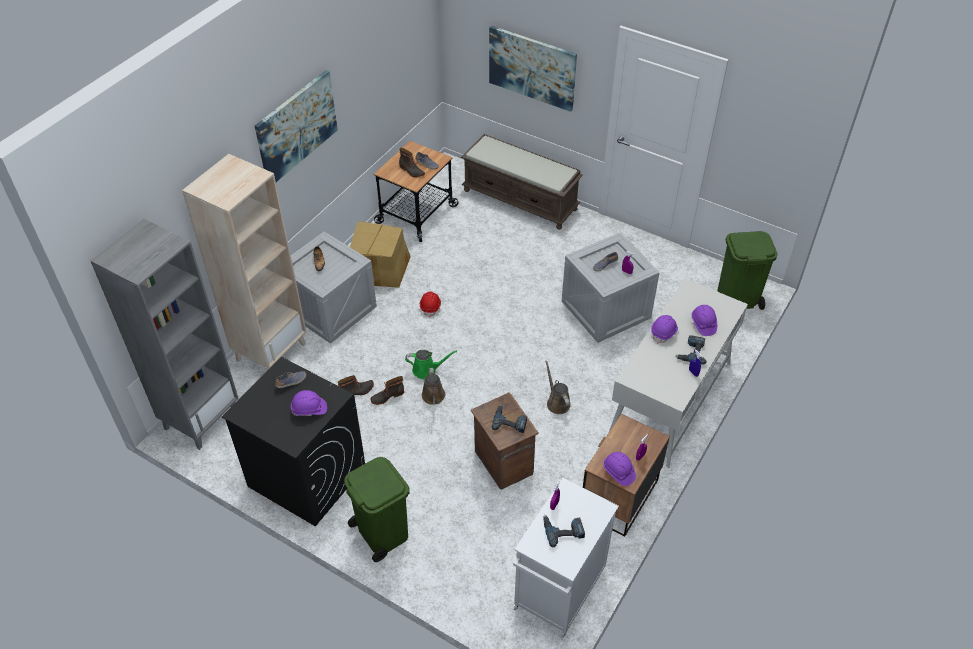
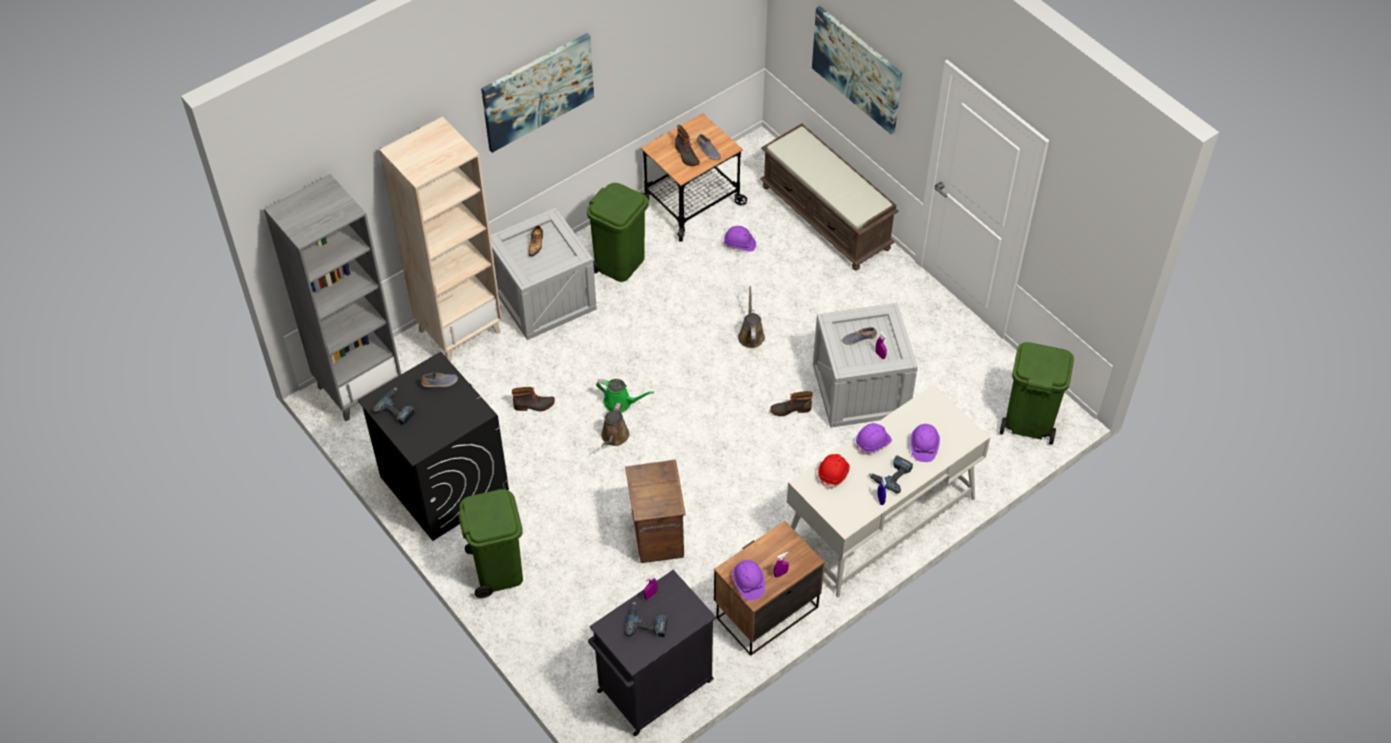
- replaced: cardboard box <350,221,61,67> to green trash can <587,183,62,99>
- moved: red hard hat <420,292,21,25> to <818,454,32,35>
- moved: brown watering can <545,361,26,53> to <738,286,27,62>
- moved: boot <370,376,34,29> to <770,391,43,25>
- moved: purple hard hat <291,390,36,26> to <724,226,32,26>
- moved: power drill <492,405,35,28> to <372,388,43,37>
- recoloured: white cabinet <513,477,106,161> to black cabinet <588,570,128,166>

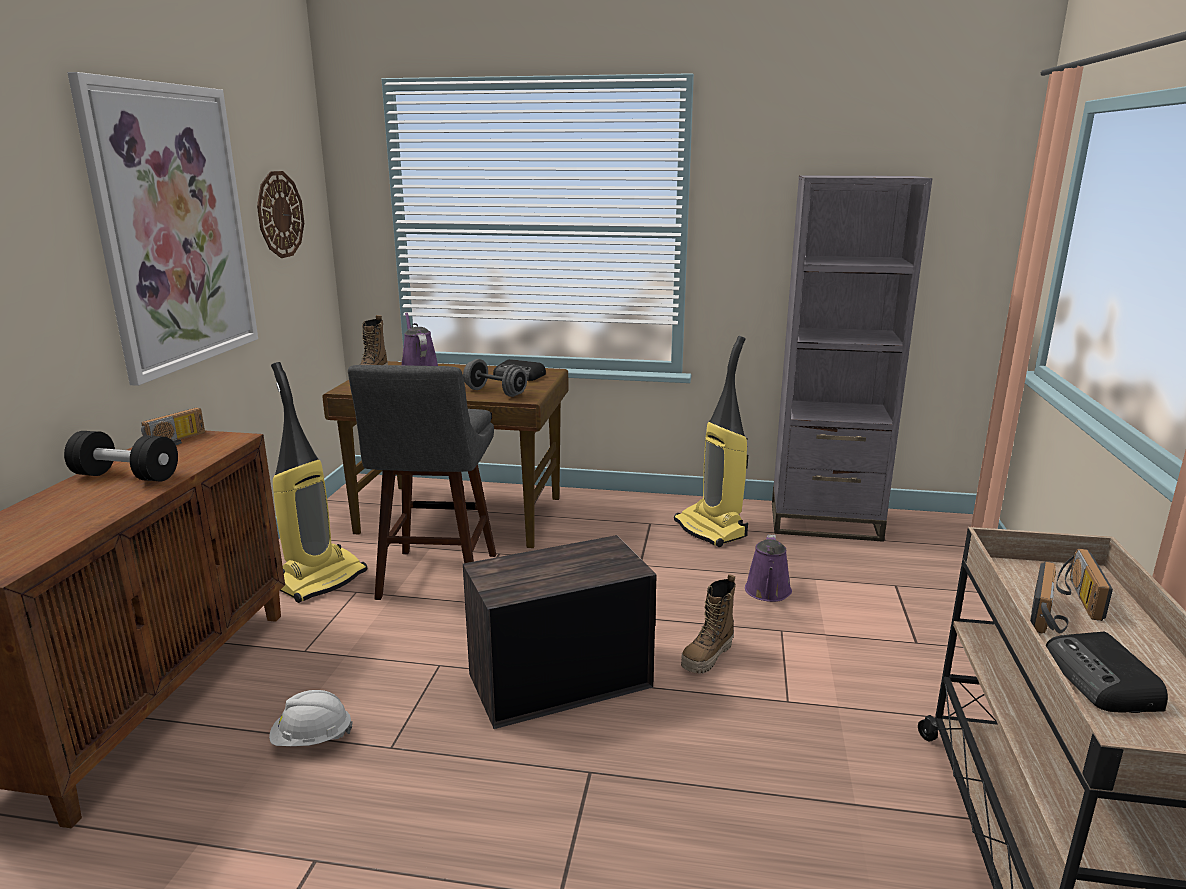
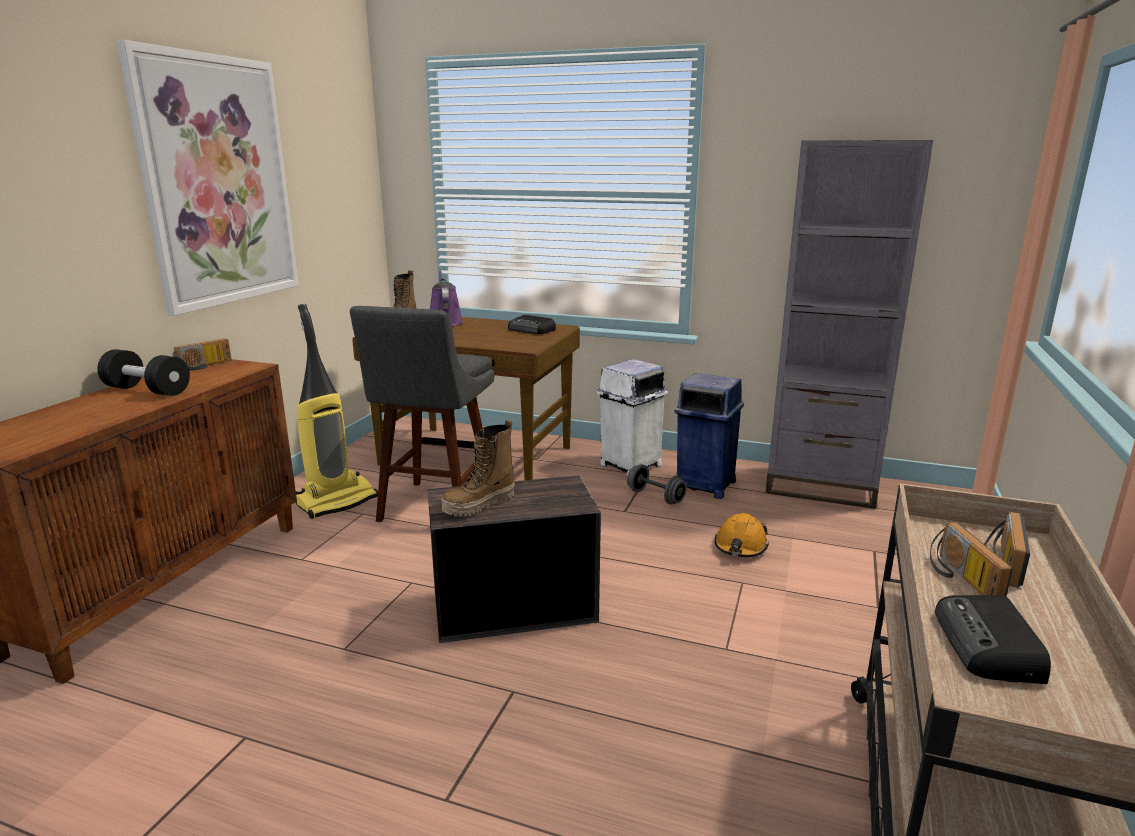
- removed: wall clock <257,171,47,87>
- replaced: vacuum cleaner <674,336,74,211> to blue trash can <674,373,70,126>
- moved: grey dumbbell <463,359,64,38> to <627,464,60,40>
- replaced: purple watering can <745,535,47,67> to orange hard hat <714,513,55,44>
- turned: radio <1030,561,38,73> = <930,522,83,75> 135 degrees clockwise
- moved: boot <681,574,55,100> to <441,420,74,97>
- removed: white hard hat <269,690,84,56>
- added: white trash can <597,359,71,117>

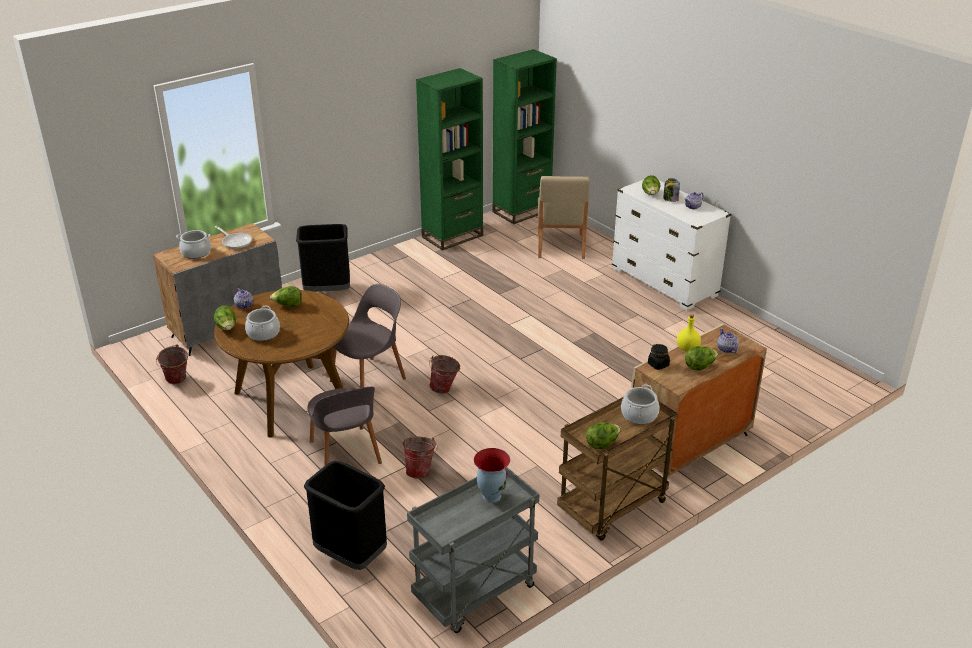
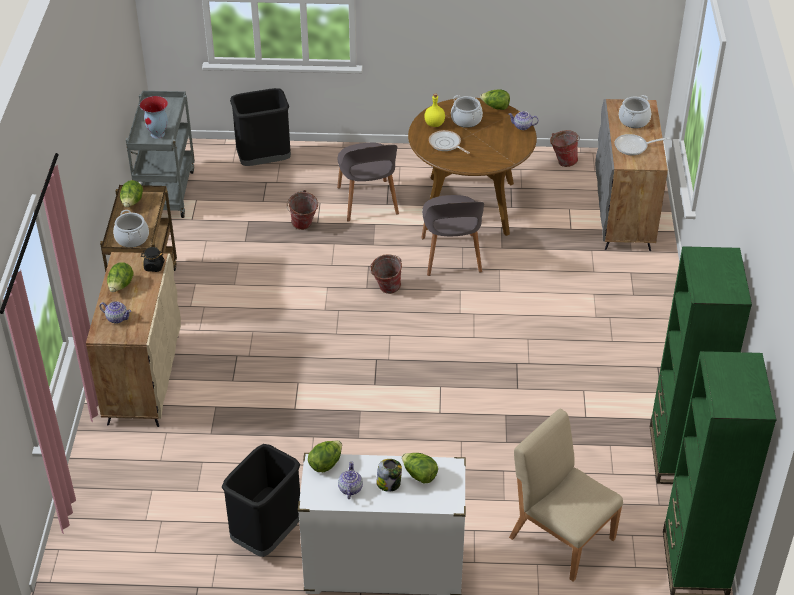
- moved: black trash can <296,224,54,68> to <222,444,78,113>
- moved: lettuce <270,286,32,21> to <308,440,34,32>
- moved: yellow bottle <677,314,24,38> to <424,93,21,34>
- turned: grey chair <308,387,74,79> = <337,143,62,79> 120 degrees counterclockwise
- added: frying pan <429,130,41,24>

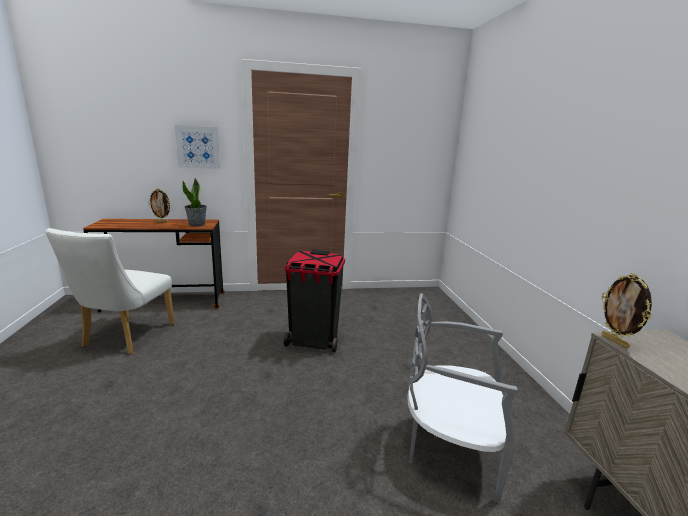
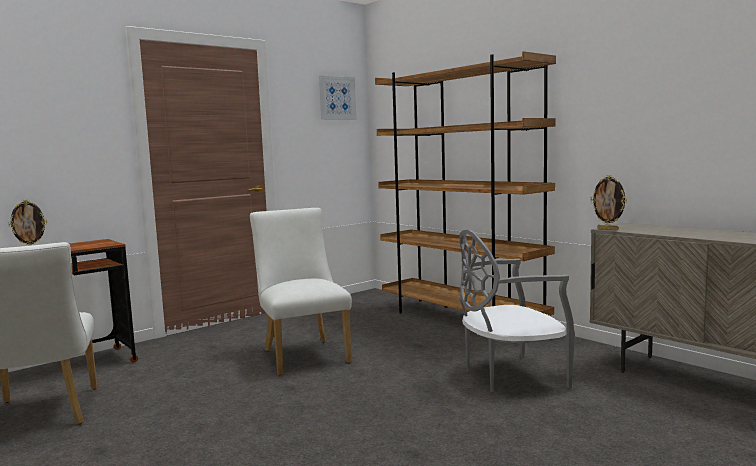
- moved: picture <175,125,45,44> to <319,76,37,44>
- removed: potted plant <182,178,25,49>
- replaced: black trash can <284,250,61,102> to white chair <250,208,102,167>
- added: brown bookcase <375,51,181,265>

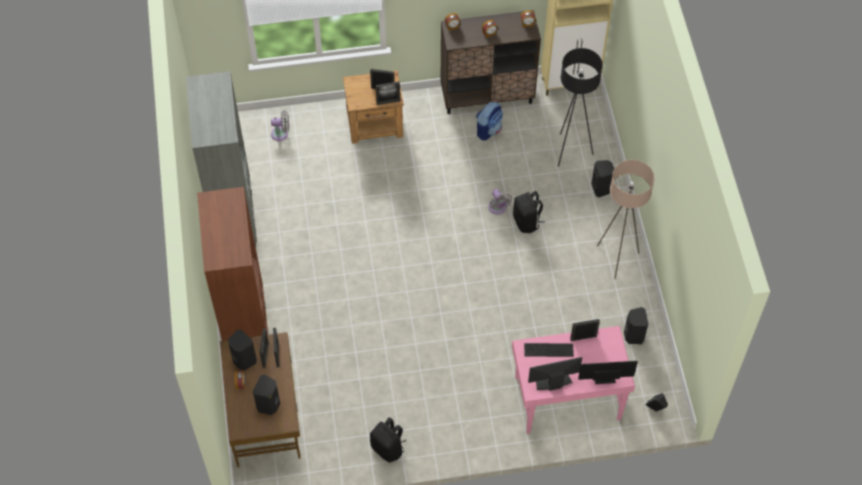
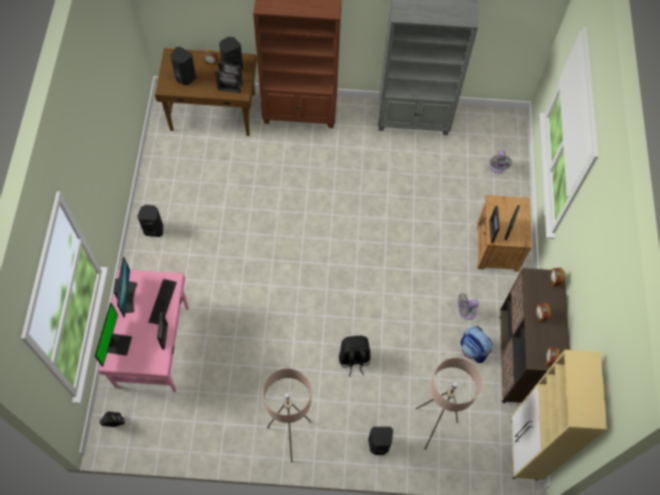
- recoloured: black floor lamp <558,48,45,119> to beige floor lamp <416,358,66,92>
- moved: grey fan <488,189,24,25> to <458,293,21,27>
- moved: black speaker <624,307,25,37> to <137,205,26,32>
- removed: black backpack <370,417,37,45>

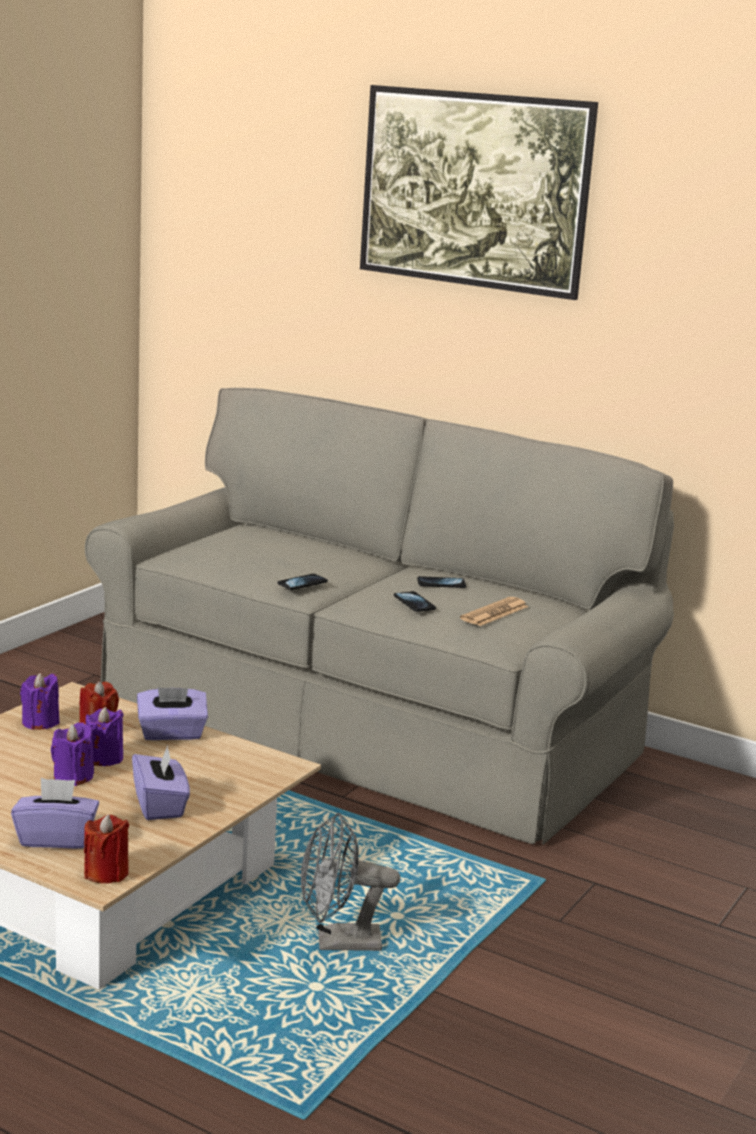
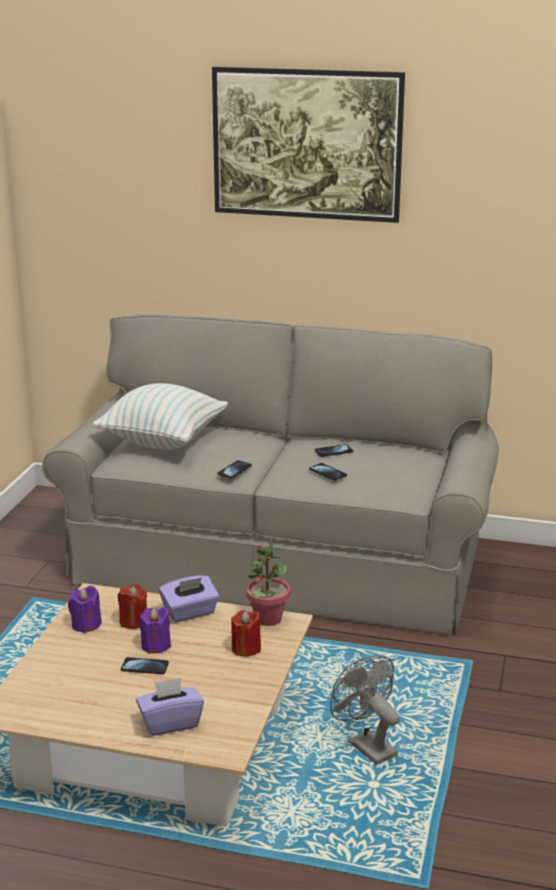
- removed: newspaper <460,597,68,29>
- replaced: purple candle <51,722,43,64> to phone <121,657,48,17>
- removed: purple tissue box <132,745,58,75>
- turned: grey fan <301,813,99,138> = <330,655,70,110> 75 degrees clockwise
- moved: red candle <84,814,45,70> to <231,610,30,46>
- added: pillow <92,383,136,67>
- added: potted plant <246,539,45,87>

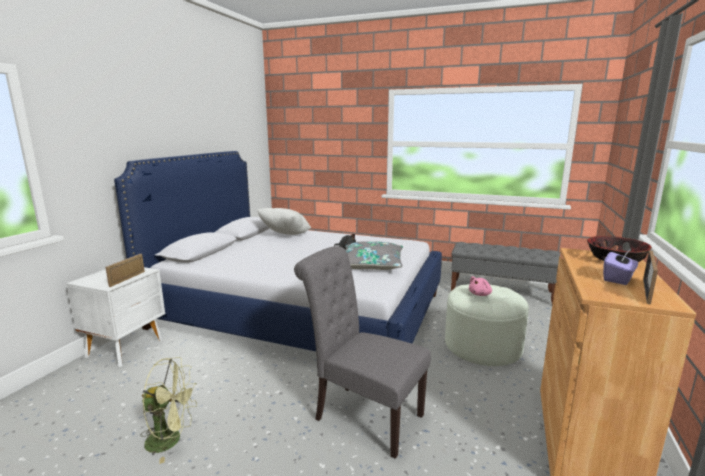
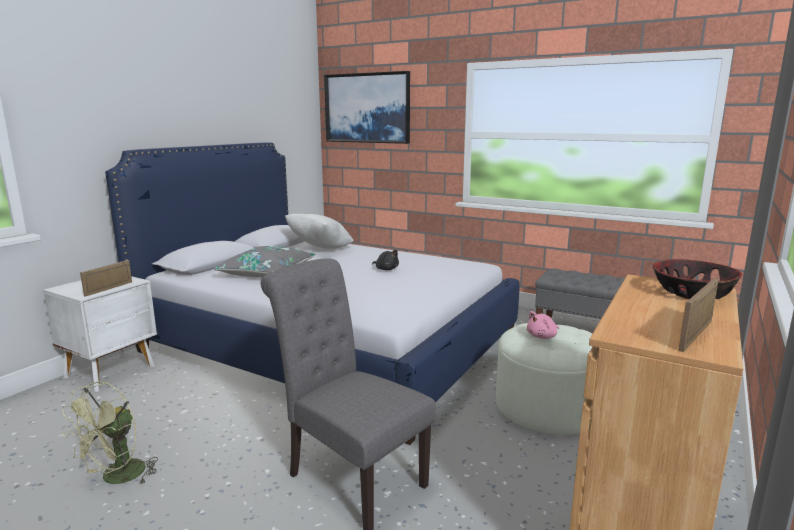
- moved: grey pillow <346,241,57,29> to <213,246,102,32>
- removed: purple tissue box <603,250,35,35>
- turned: green fan <141,357,56,107> = <62,381,96,103> 105 degrees clockwise
- added: picture <324,71,86,73>

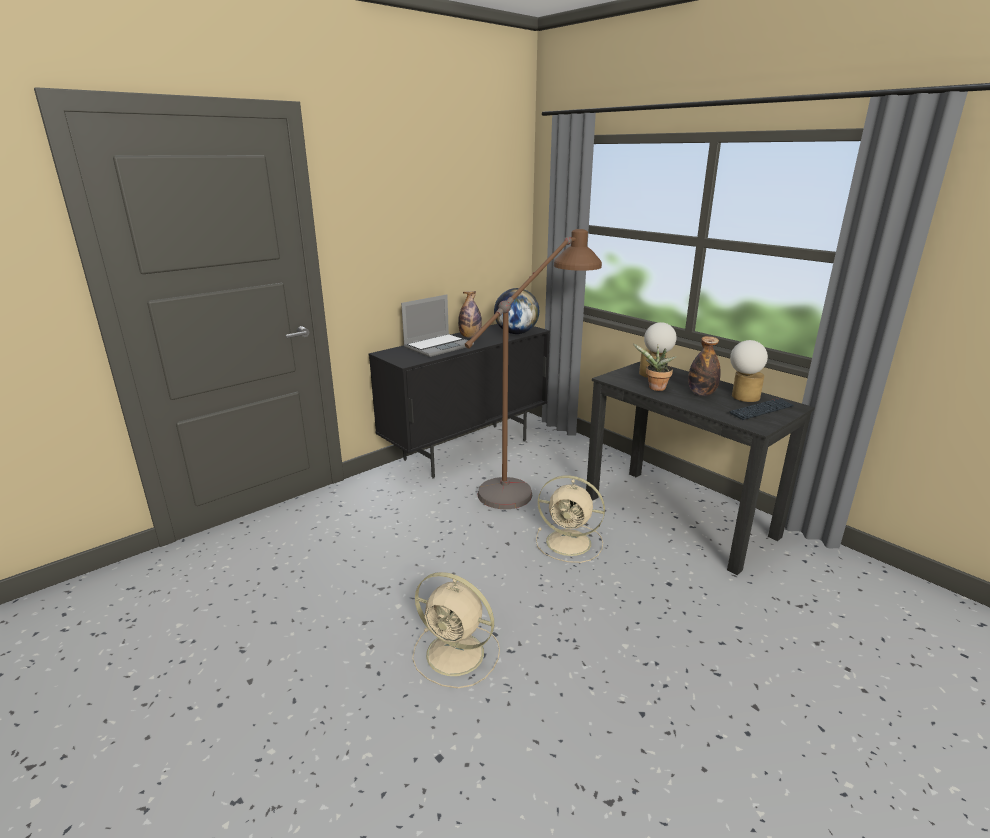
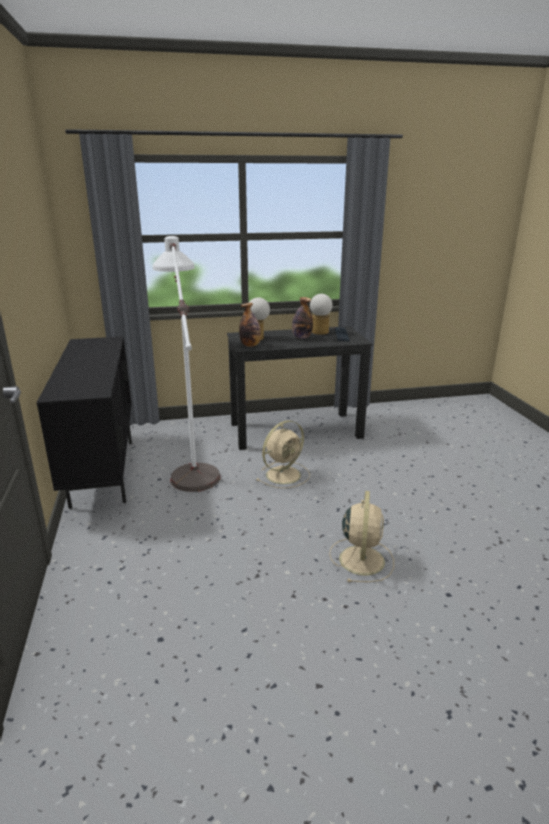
- recoloured: brown floor lamp <465,229,137,280> to white floor lamp <153,236,67,256>
- removed: globe <494,288,45,46>
- moved: bottle <458,291,24,47> to <239,303,22,44>
- removed: laptop <401,295,73,62>
- removed: potted plant <633,344,43,47>
- turned: beige fan <412,572,88,116> = <329,491,65,91> 45 degrees counterclockwise

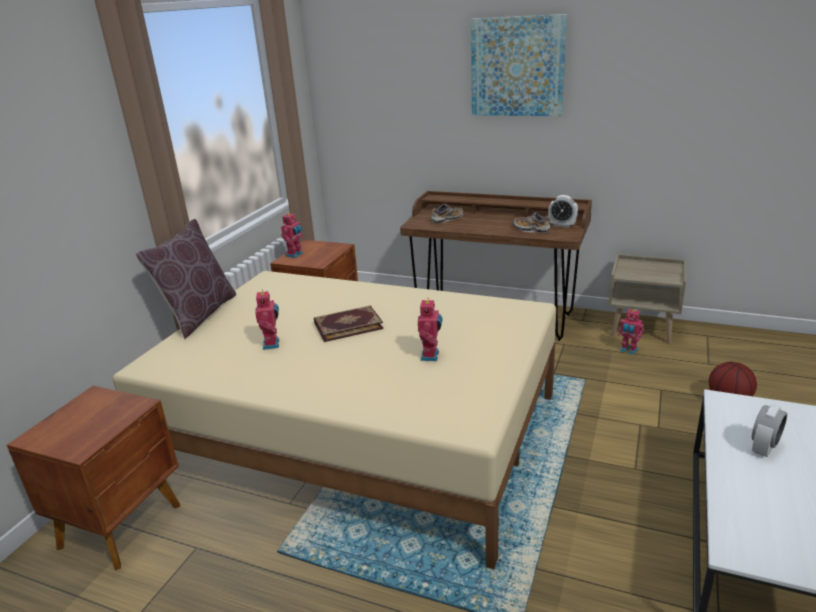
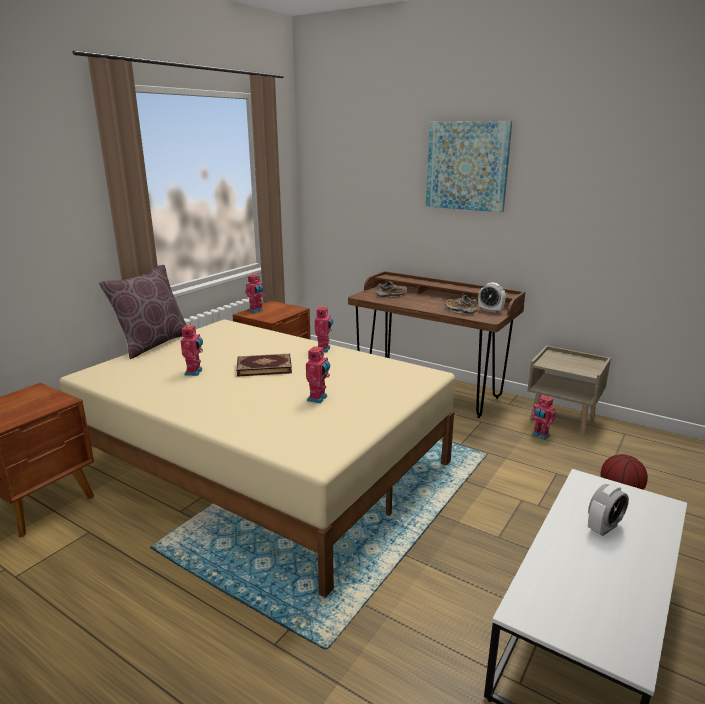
- added: toy robot <315,305,18,48>

